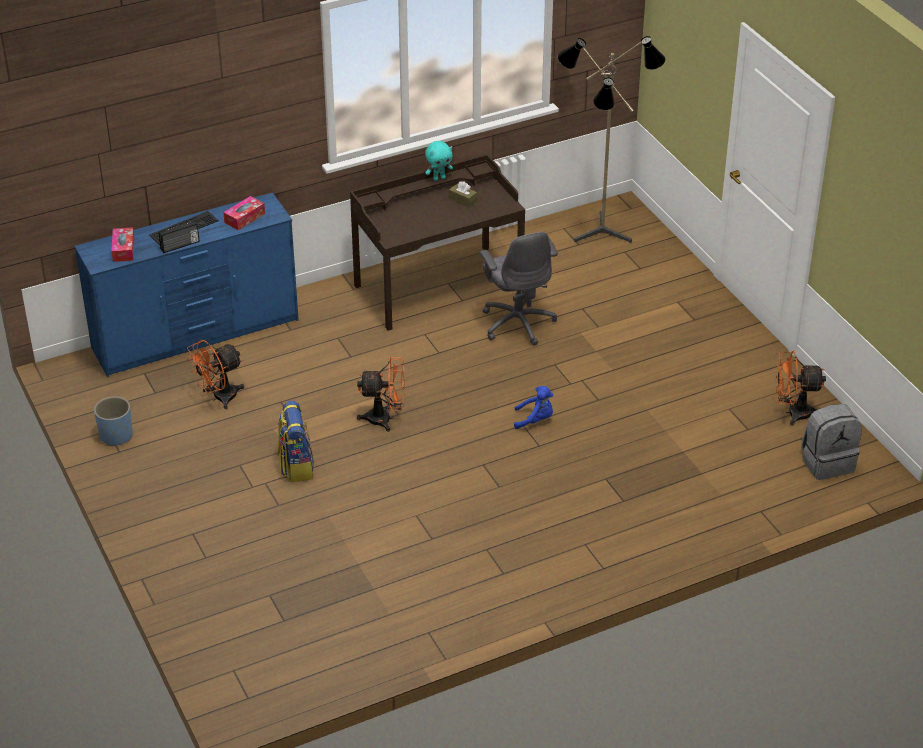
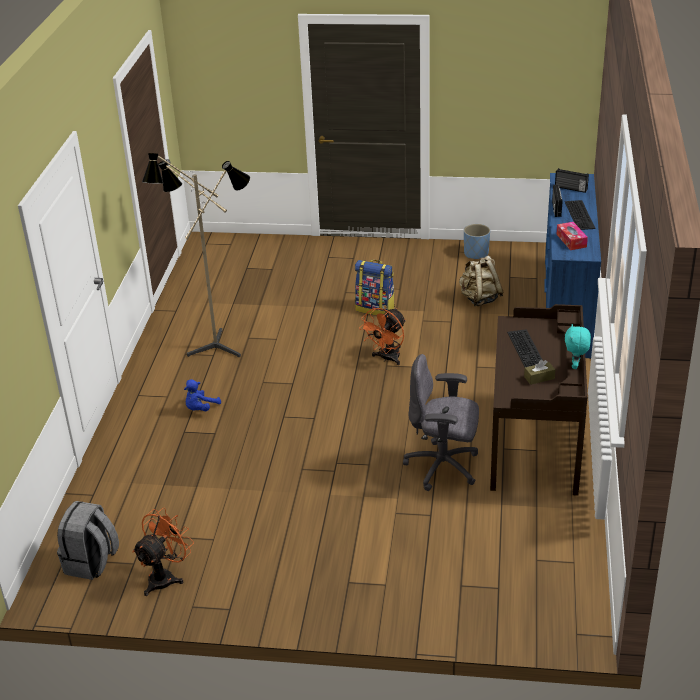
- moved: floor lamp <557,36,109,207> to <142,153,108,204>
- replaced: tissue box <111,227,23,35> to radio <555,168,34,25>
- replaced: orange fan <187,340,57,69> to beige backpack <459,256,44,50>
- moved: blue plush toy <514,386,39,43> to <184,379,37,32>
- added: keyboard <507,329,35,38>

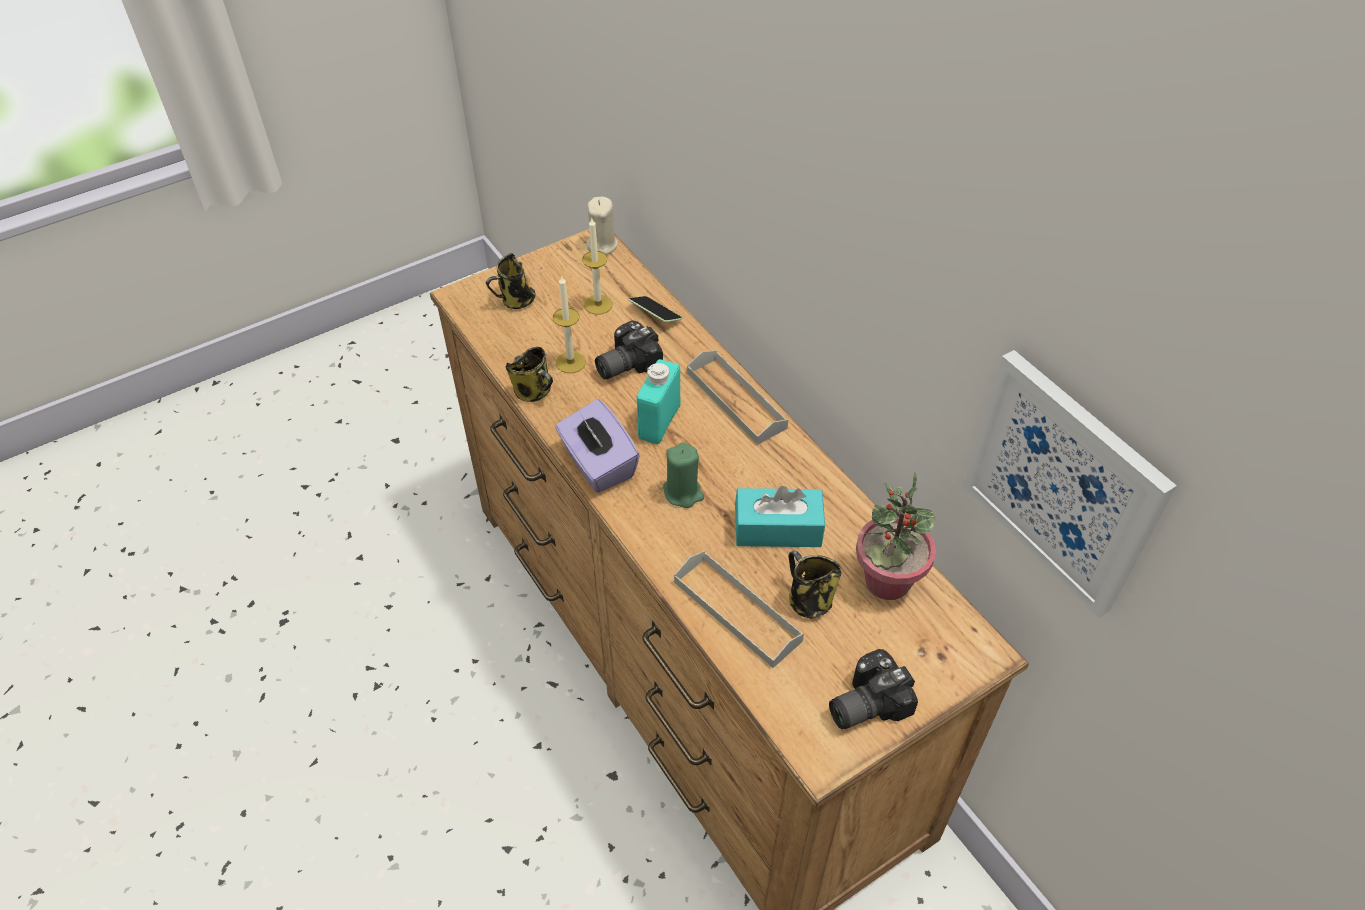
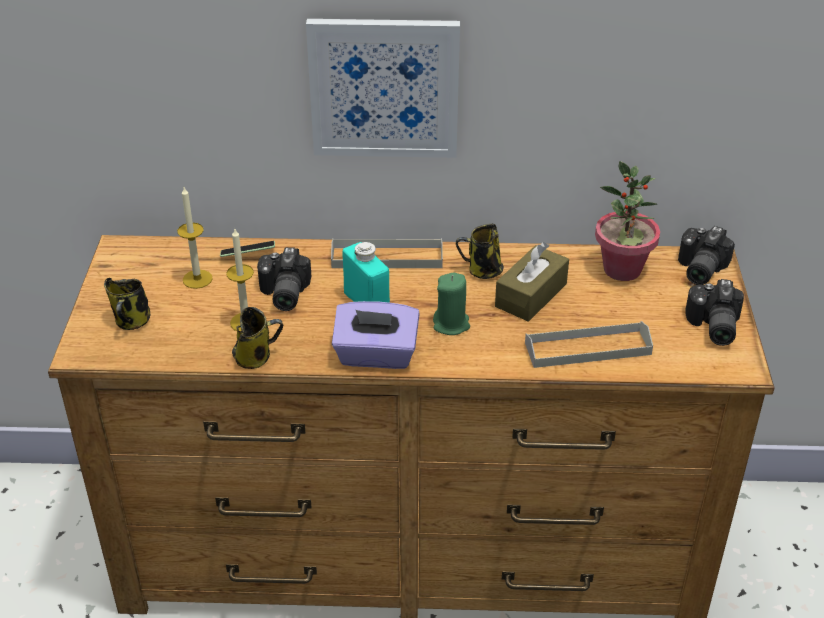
- removed: beige candle <586,197,32,58>
- moved: picture <963,350,214,268> to <306,19,154,139>
- recoloured: turquoise tissue box <735,486,90,61> to brown tissue box <495,242,74,80>
- moved: mug <788,550,53,68> to <456,224,48,55>
- added: photo camera <678,226,57,59>

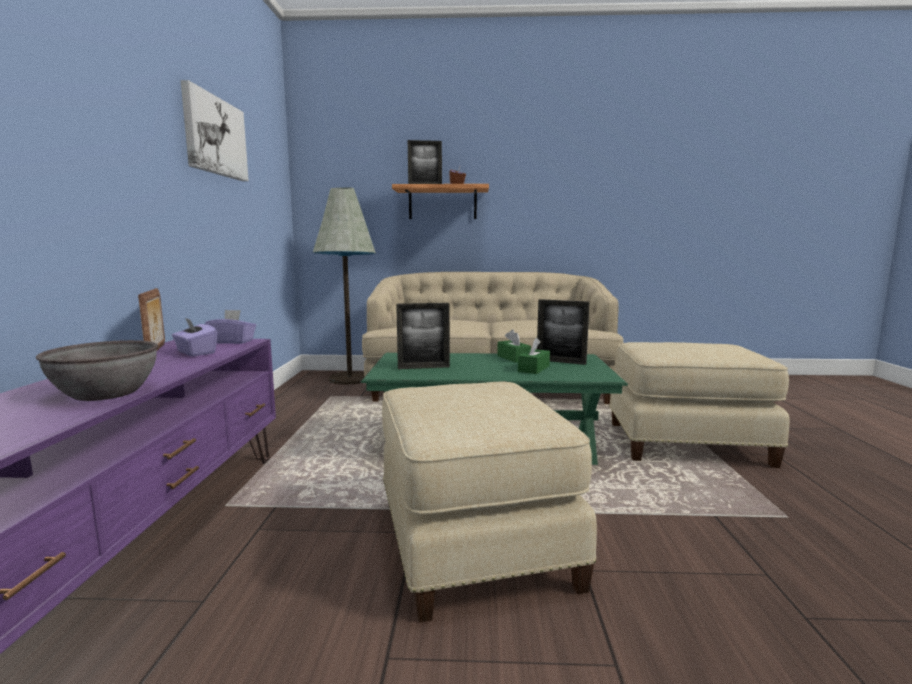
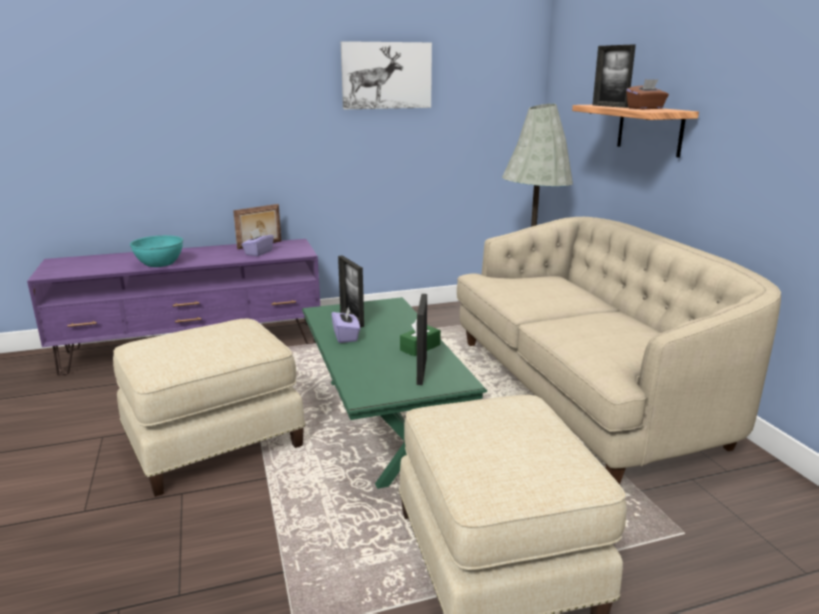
- moved: purple tissue box <205,310,51,34> to <331,306,29,37>
- removed: green tissue box <518,338,32,36>
- recoloured: grey bowl <36,340,122,61> to turquoise bowl <130,235,53,32>

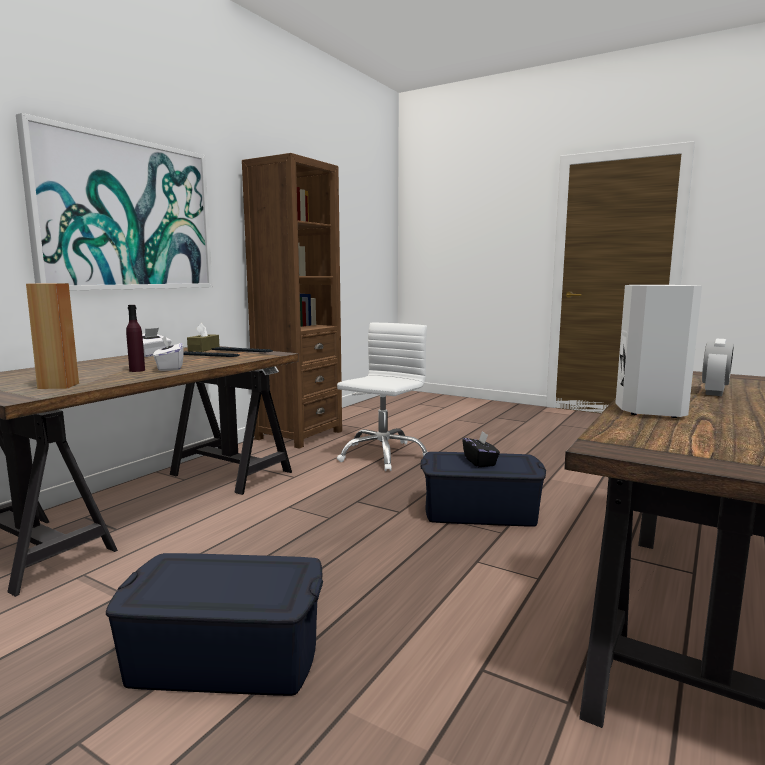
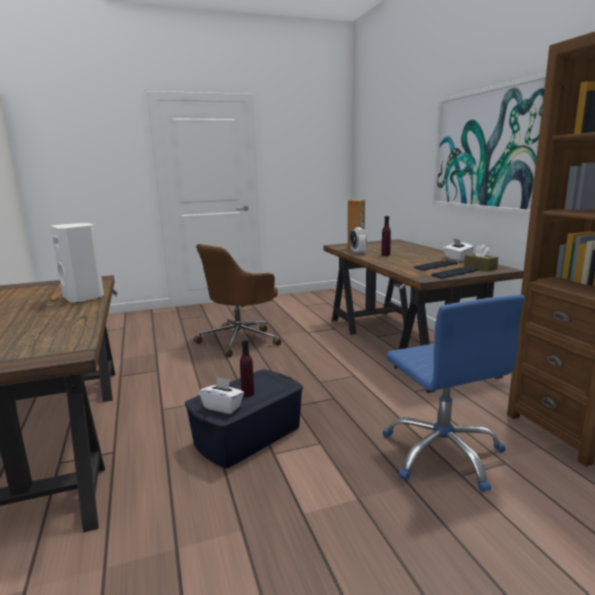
- recoloured: white office chair <337,323,90,148> to blue office chair <382,294,143,198>
- moved: white tissue box <153,336,31,35> to <199,377,45,37>
- moved: alarm clock <702,339,32,57> to <350,227,17,27>
- replaced: black tissue box <462,431,38,36> to purple bottle <240,339,15,58>
- replaced: blue storage box <106,553,217,143> to brown office chair <194,244,87,113>

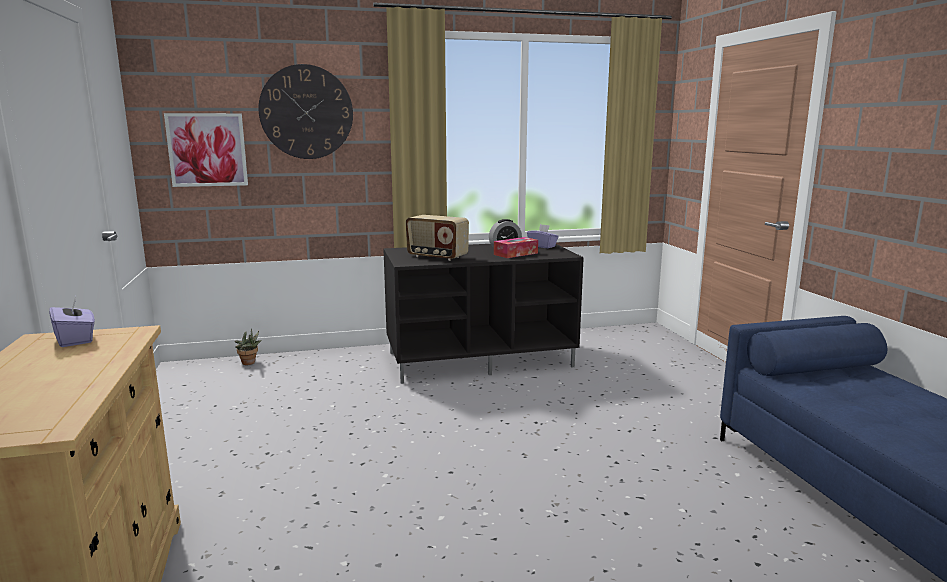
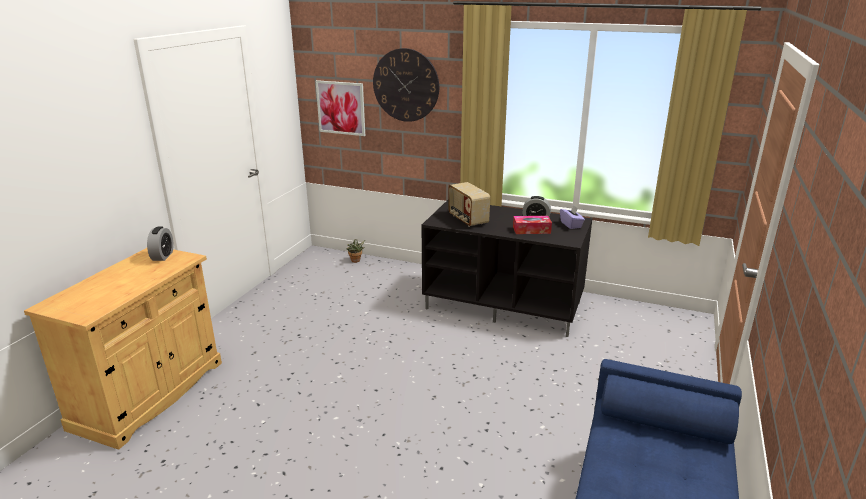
- replaced: purple tissue box <49,296,46,51> to alarm clock <147,227,26,34>

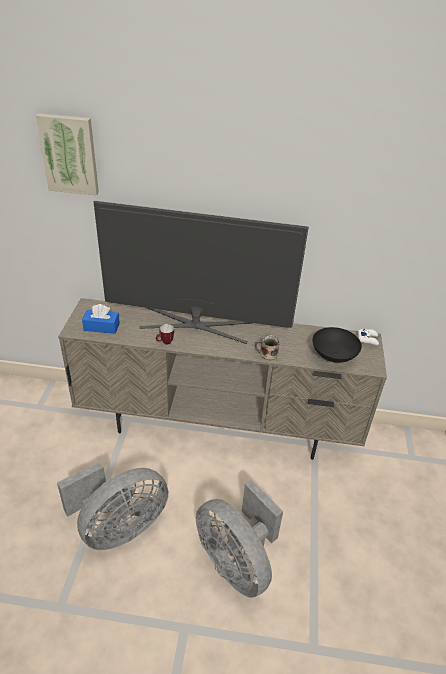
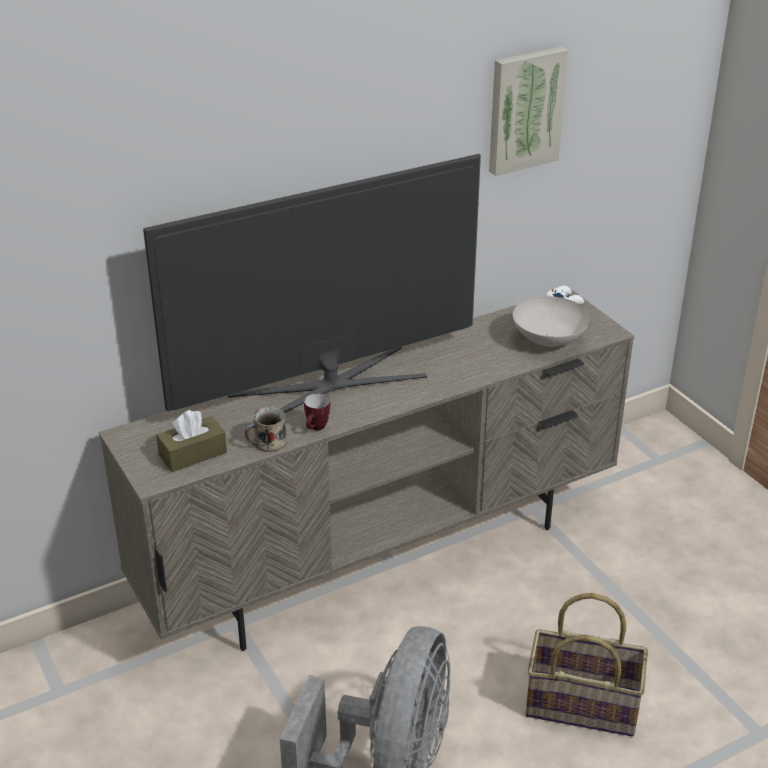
- moved: picture <36,113,63,83> to <489,46,79,130>
- recoloured: blue tissue box <82,304,38,30> to brown tissue box <156,410,71,62>
- recoloured: black bowl <312,327,50,36> to white bowl <513,296,77,51>
- moved: mug <255,335,25,25> to <245,407,42,45>
- replaced: grey fan <195,479,88,119> to basket <526,593,122,143>

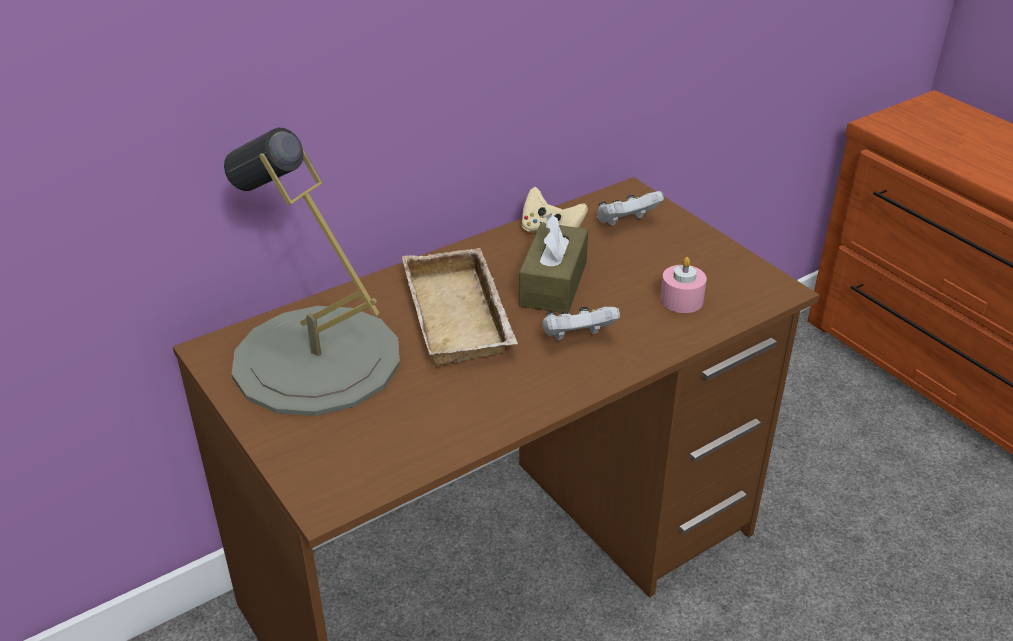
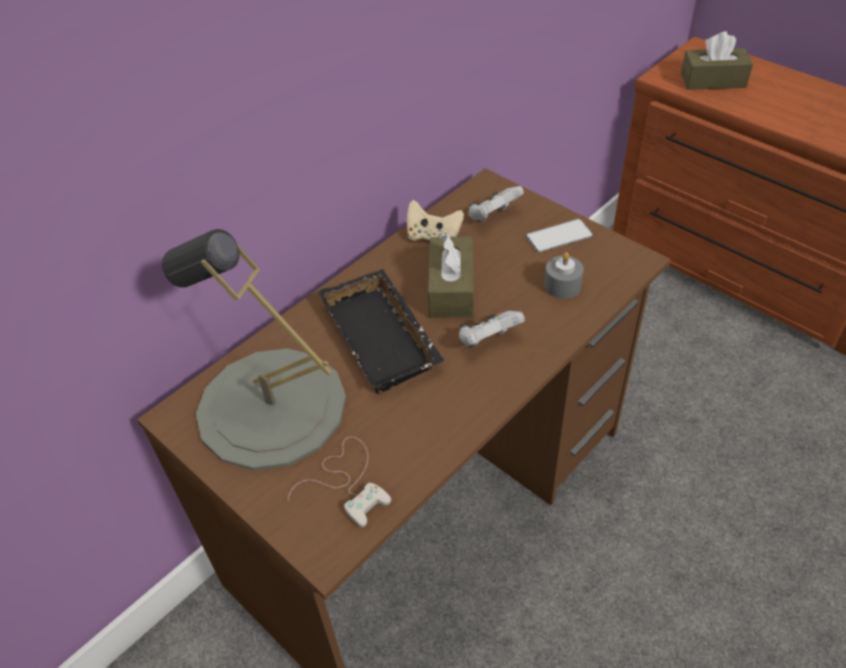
- recoloured: beige tray <402,248,116,119> to black tray <318,269,127,125>
- recoloured: pink candle <660,257,47,56> to grey candle <544,252,40,47>
- added: brown tissue box <681,32,72,58>
- added: phone <526,219,67,33>
- added: white game controller <288,437,103,90>

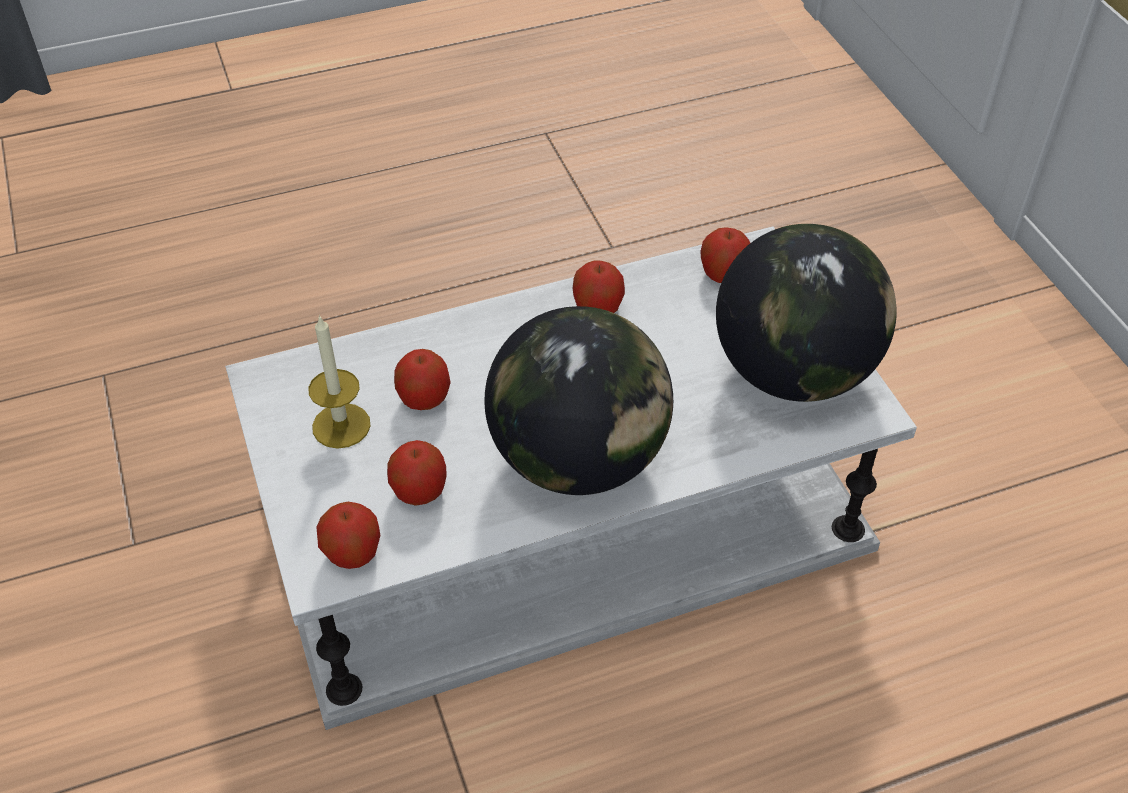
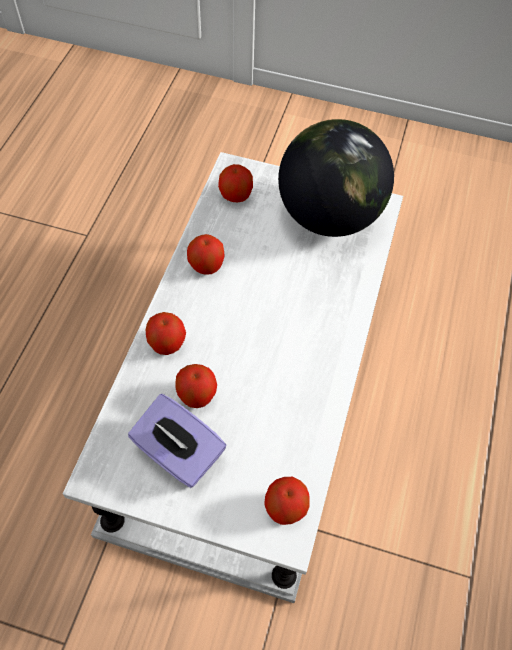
- removed: globe <484,306,189,189>
- replaced: candle <308,315,63,134> to purple tissue box <128,394,99,94>
- moved: apple <387,440,60,66> to <146,312,40,43>

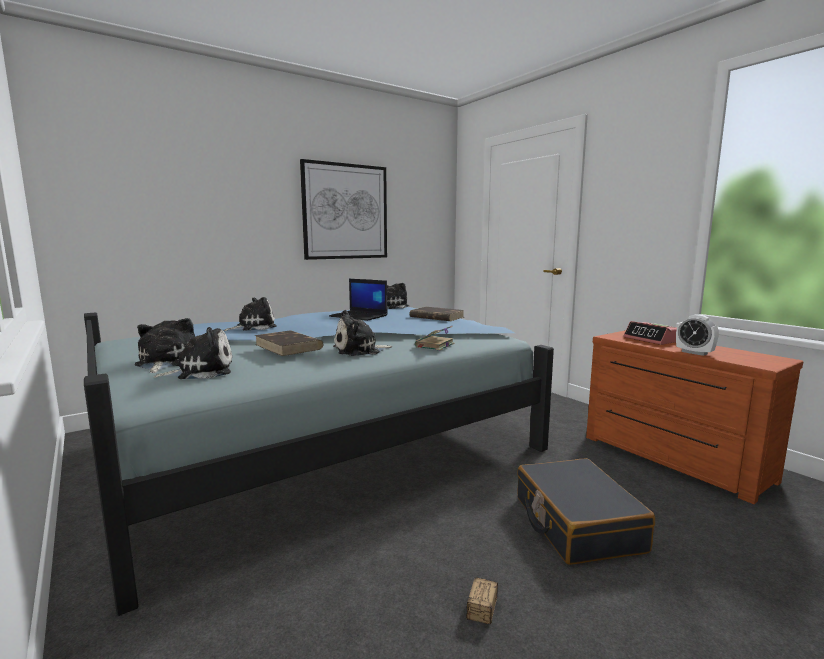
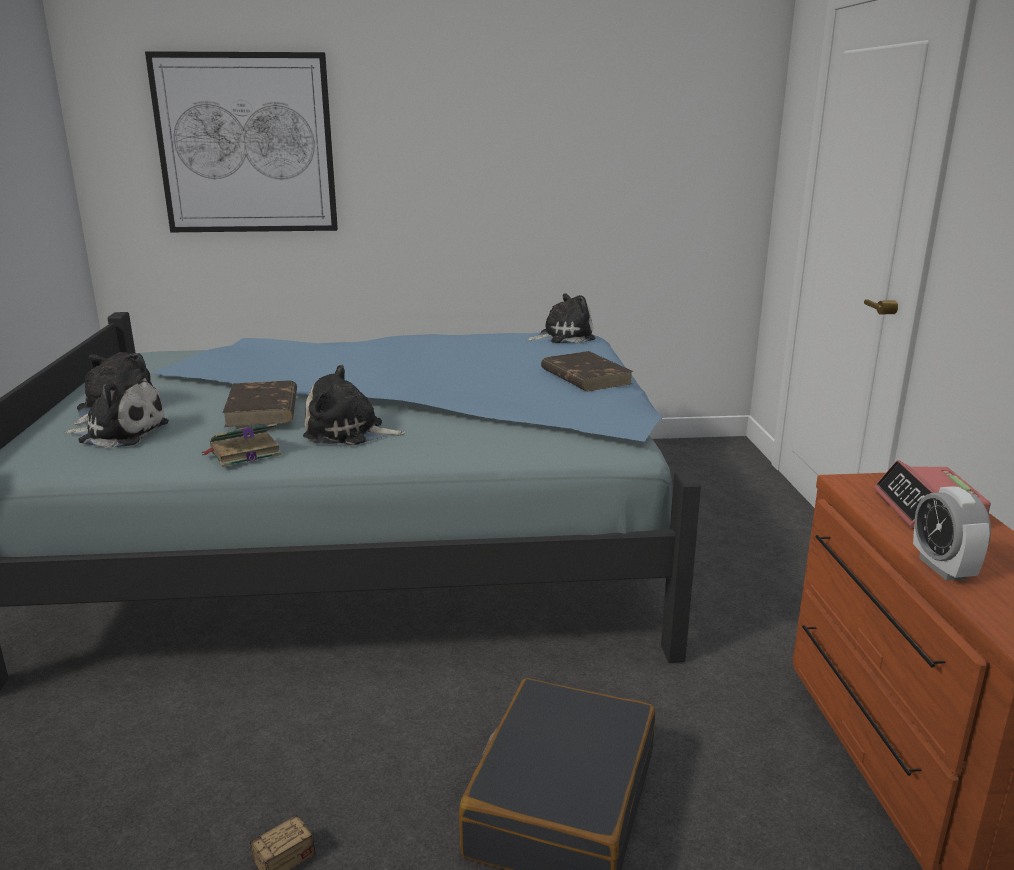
- moved: picture <300,159,87,101> to <145,51,193,181>
- removed: laptop <329,279,59,42>
- removed: plush toy <224,297,53,34>
- moved: book <415,326,40,24> to <200,423,81,44>

